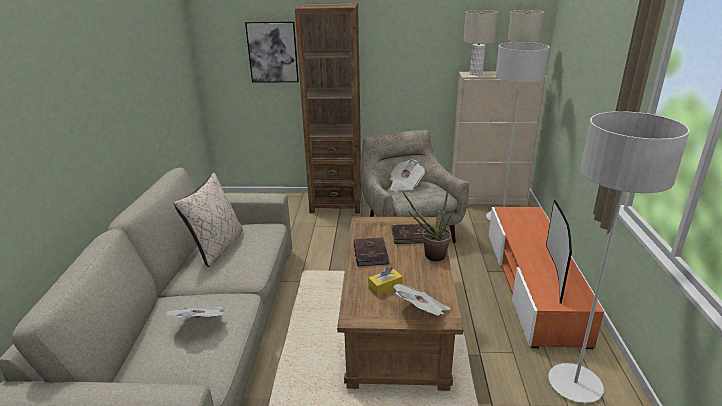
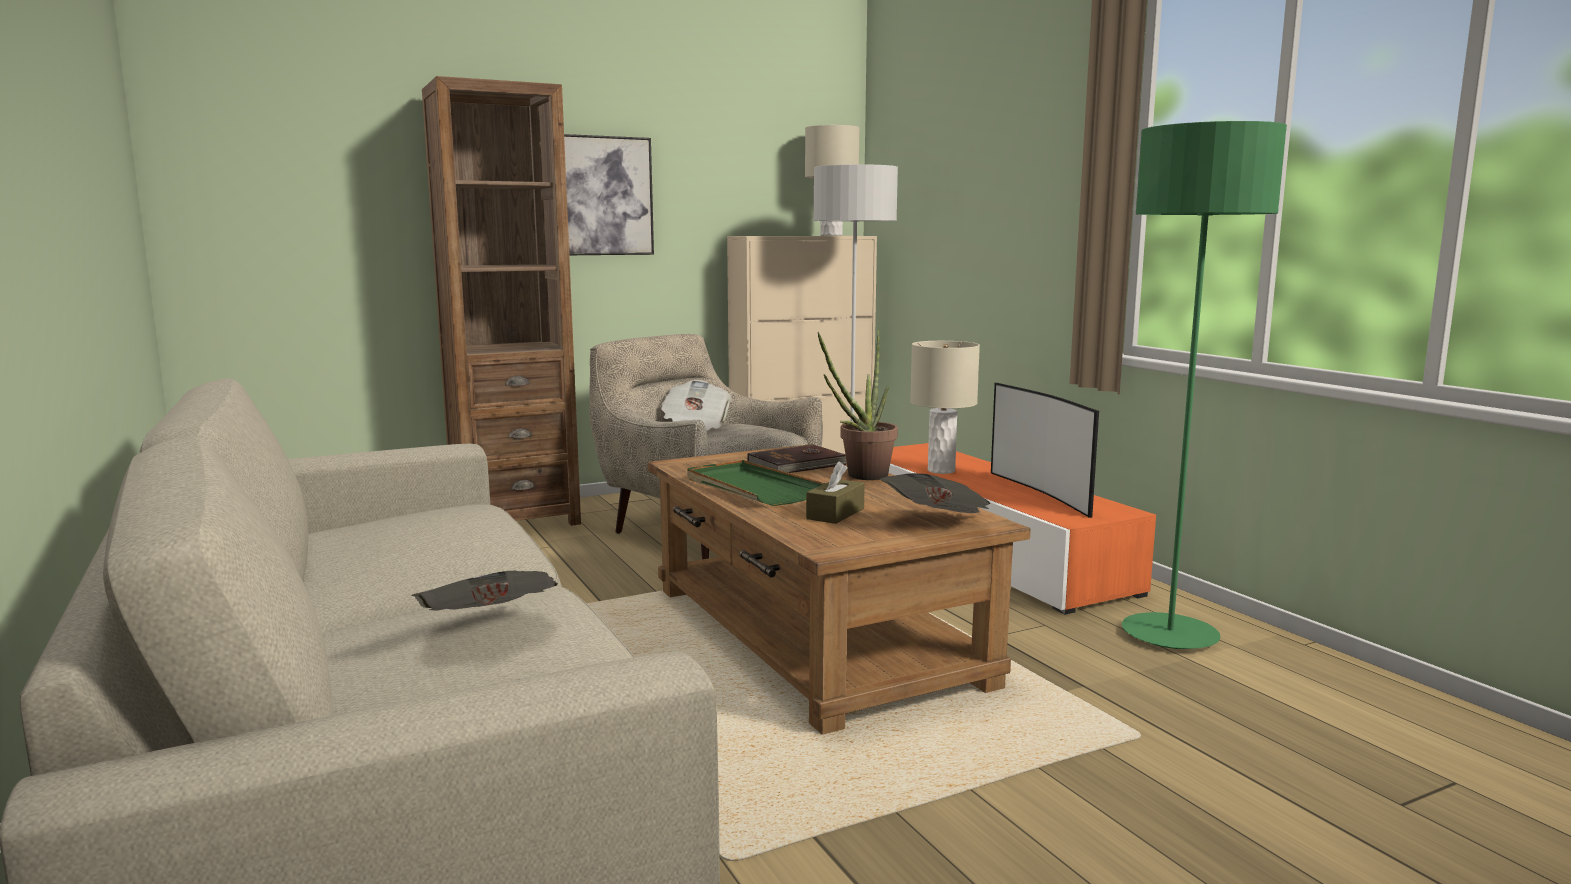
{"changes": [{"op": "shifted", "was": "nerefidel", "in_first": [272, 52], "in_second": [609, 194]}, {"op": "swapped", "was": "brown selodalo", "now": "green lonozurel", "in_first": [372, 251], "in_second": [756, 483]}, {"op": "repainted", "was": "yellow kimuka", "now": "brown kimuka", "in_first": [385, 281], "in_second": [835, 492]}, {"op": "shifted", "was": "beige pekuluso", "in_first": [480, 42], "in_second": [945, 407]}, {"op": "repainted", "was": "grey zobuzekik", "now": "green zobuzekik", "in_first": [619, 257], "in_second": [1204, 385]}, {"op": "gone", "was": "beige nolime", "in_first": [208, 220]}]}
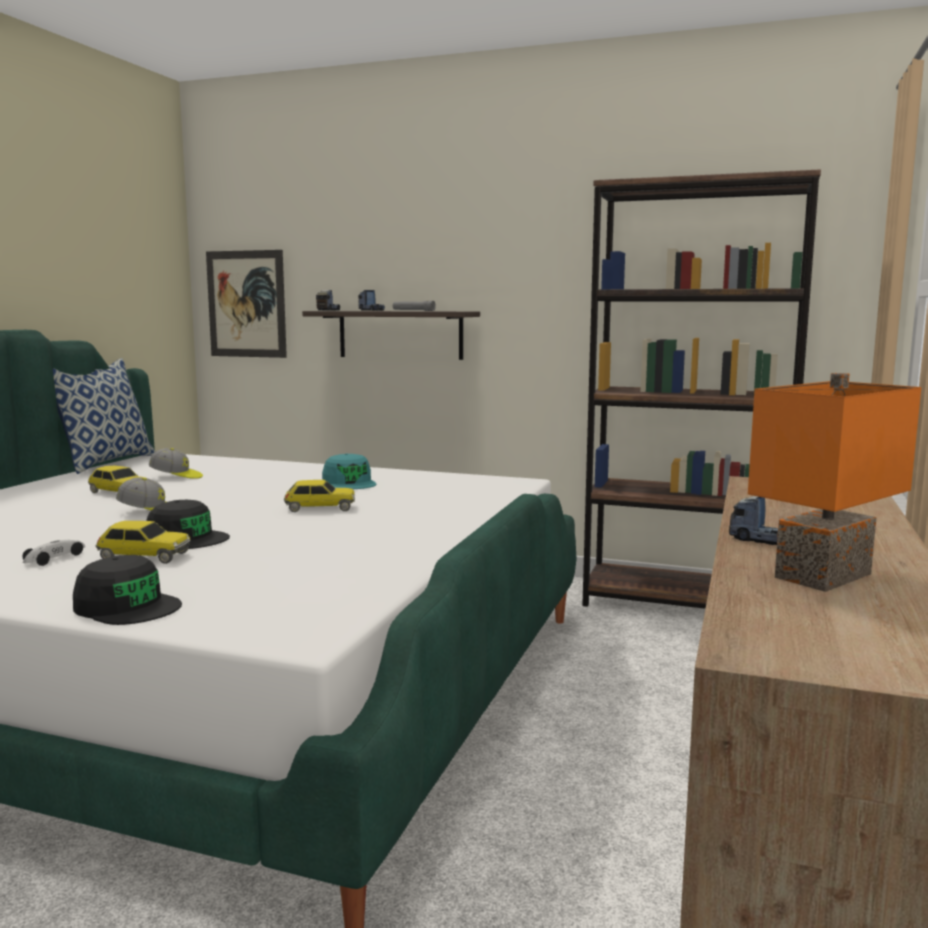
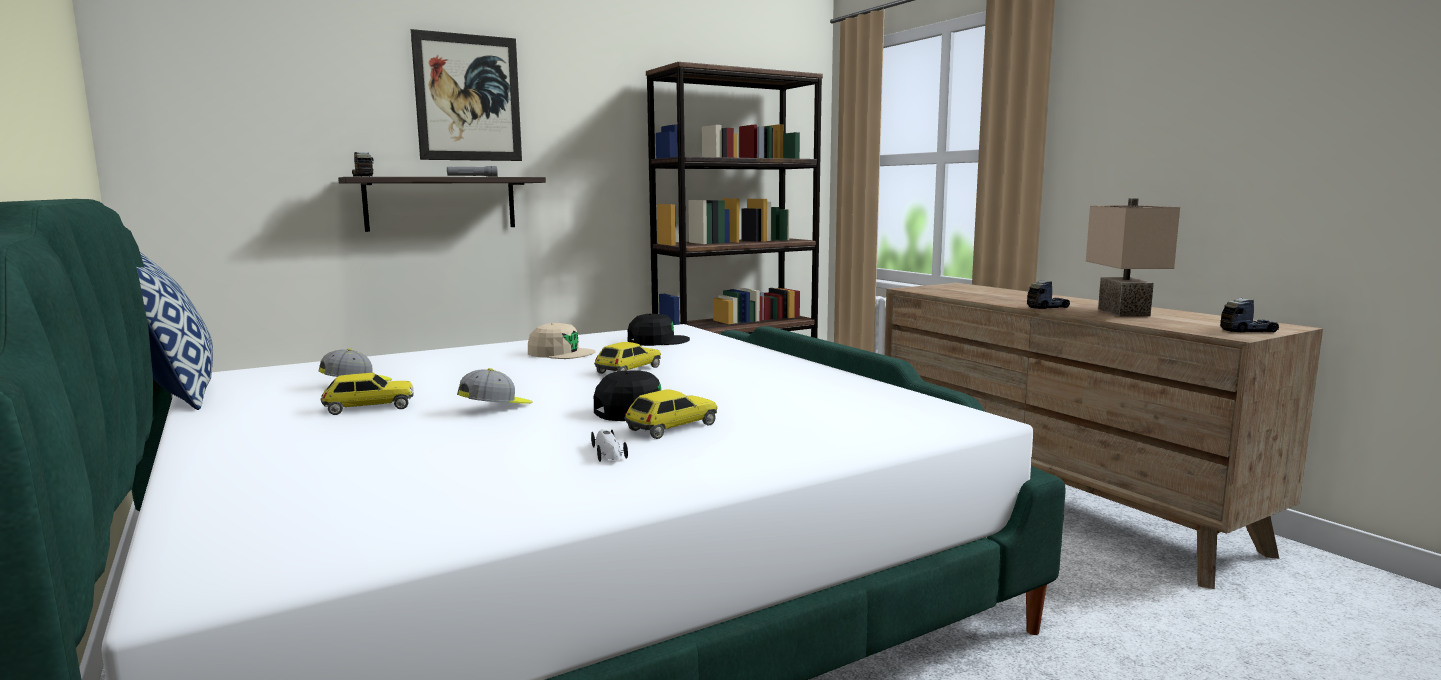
{"changes": [{"op": "shifted", "was": "nerefidel", "in_first": [246, 304], "in_second": [466, 95]}, {"op": "repainted", "was": "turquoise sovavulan", "now": "beige sovavulan", "in_first": [349, 471], "in_second": [562, 341]}, {"op": "shifted", "was": "black sovavulan", "in_first": [127, 590], "in_second": [658, 330]}, {"op": "repainted", "was": "orange pekuluso", "now": "beige pekuluso", "in_first": [834, 482], "in_second": [1133, 257]}, {"op": "shifted", "was": "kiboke", "in_first": [371, 300], "in_second": [1249, 315]}]}
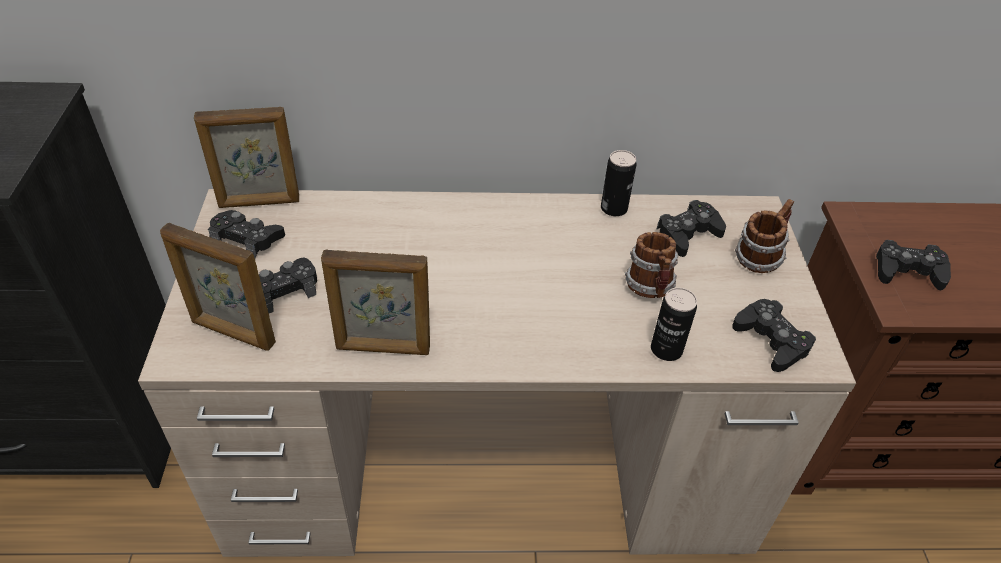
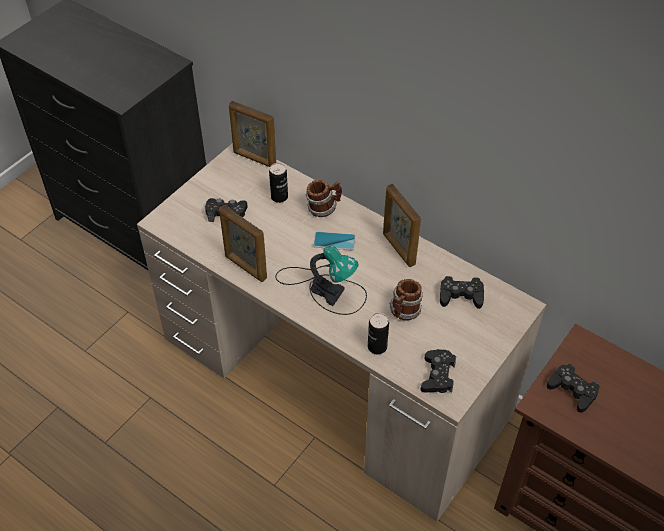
{"changes": [{"op": "shifted", "was": "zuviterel", "in_first": [619, 183], "in_second": [278, 183]}, {"op": "new", "now": "pekuluso", "in_second": [321, 280]}, {"op": "shifted", "was": "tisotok", "in_first": [764, 236], "in_second": [324, 198]}, {"op": "new", "now": "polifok", "in_second": [334, 240]}, {"op": "shifted", "was": "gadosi", "in_first": [218, 286], "in_second": [402, 225]}, {"op": "gone", "was": "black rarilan", "in_first": [246, 234]}]}
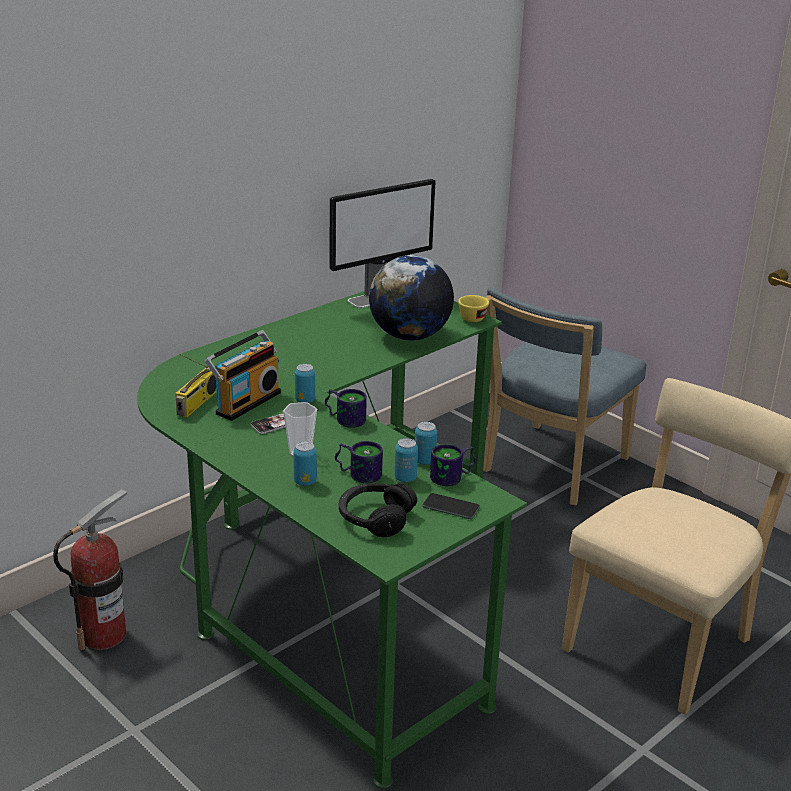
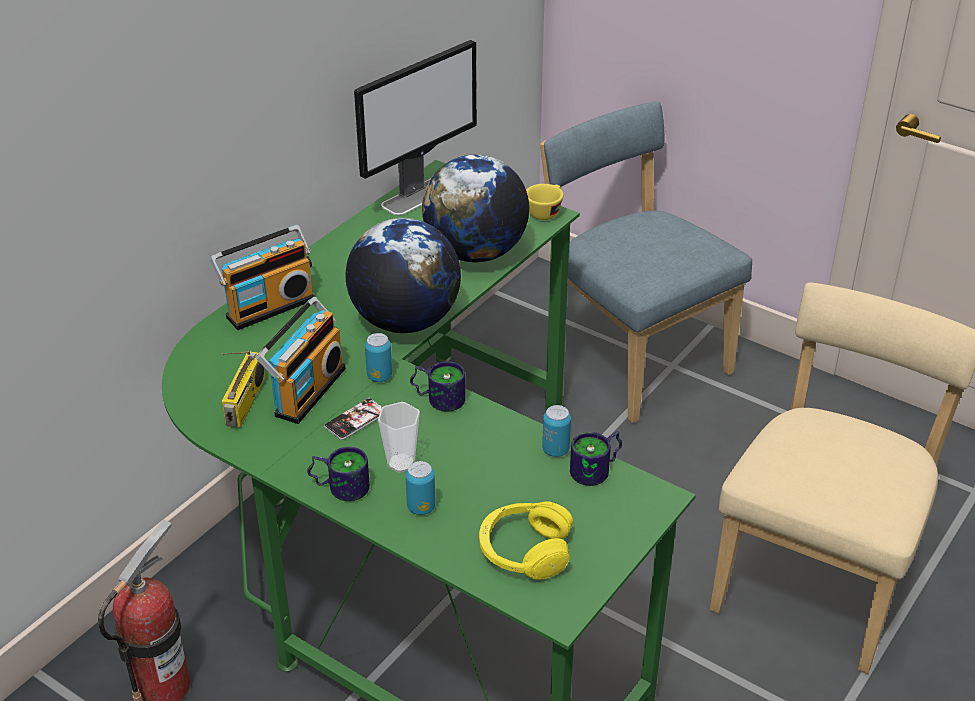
{"changes": [{"op": "new", "now": "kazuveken", "in_second": [262, 277]}, {"op": "shifted", "was": "tisotok", "in_first": [359, 462], "in_second": [338, 474]}, {"op": "new", "now": "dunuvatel", "in_second": [403, 275]}, {"op": "repainted", "was": "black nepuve", "now": "yellow nepuve", "in_first": [378, 510], "in_second": [526, 541]}, {"op": "rotated", "was": "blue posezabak", "in_first": [564, 396], "in_second": [646, 262], "clockwise": 120}, {"op": "gone", "was": "zuviterel", "in_first": [406, 460]}, {"op": "gone", "was": "polifok", "in_first": [451, 506]}]}
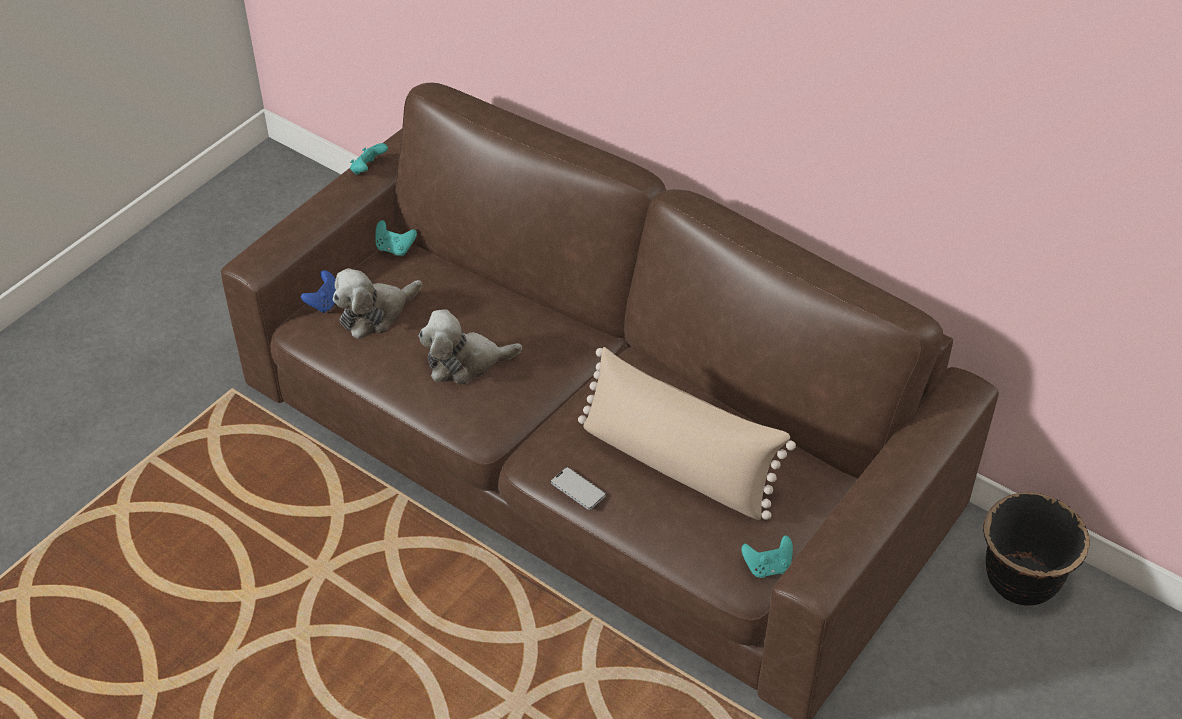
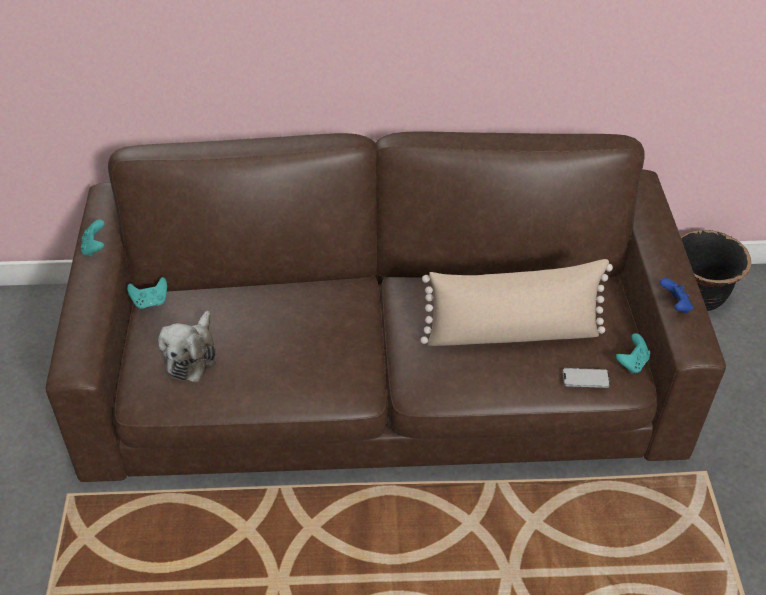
{"changes": [{"op": "shifted", "was": "polifok", "in_first": [578, 488], "in_second": [586, 378]}, {"op": "shifted", "was": "blue rarilan", "in_first": [318, 291], "in_second": [676, 295]}, {"op": "gone", "was": "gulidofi", "in_first": [470, 347]}]}
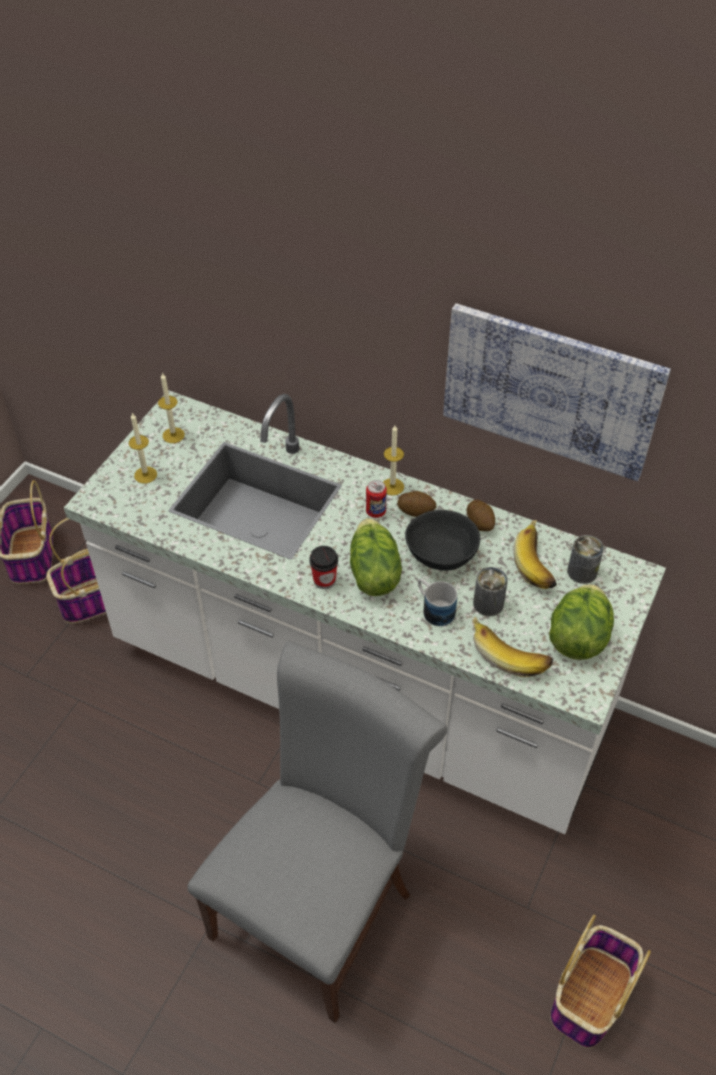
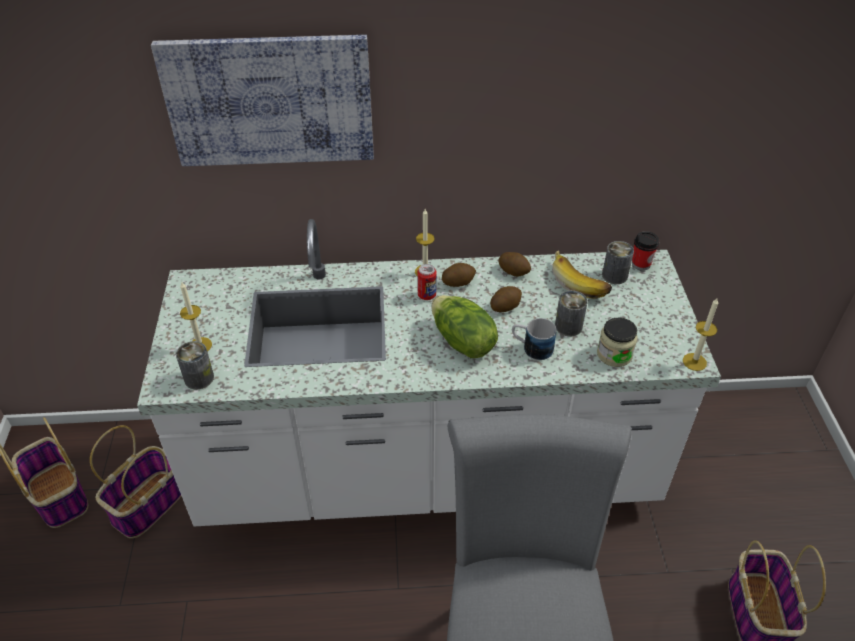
{"changes": [{"op": "shifted", "was": "nerefidel", "in_first": [557, 392], "in_second": [262, 100]}, {"op": "new", "now": "zuviterel", "in_second": [195, 365]}, {"op": "swapped", "was": "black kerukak", "now": "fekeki", "in_first": [442, 540], "in_second": [506, 299]}, {"op": "swapped", "was": "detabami", "now": "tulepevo", "in_first": [512, 646], "in_second": [617, 342]}, {"op": "shifted", "was": "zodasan", "in_first": [323, 567], "in_second": [645, 251]}, {"op": "shifted", "was": "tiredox", "in_first": [171, 407], "in_second": [700, 334]}, {"op": "gone", "was": "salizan", "in_first": [581, 622]}]}
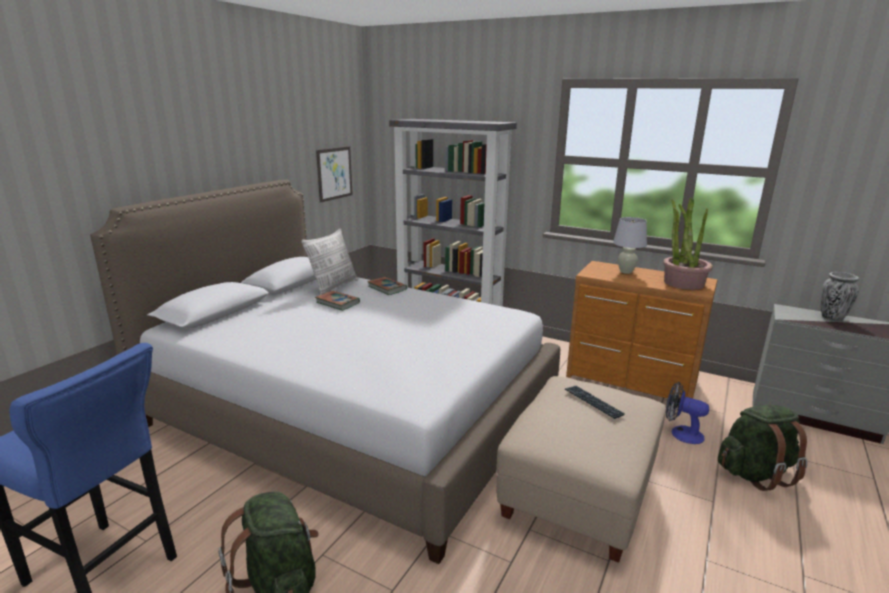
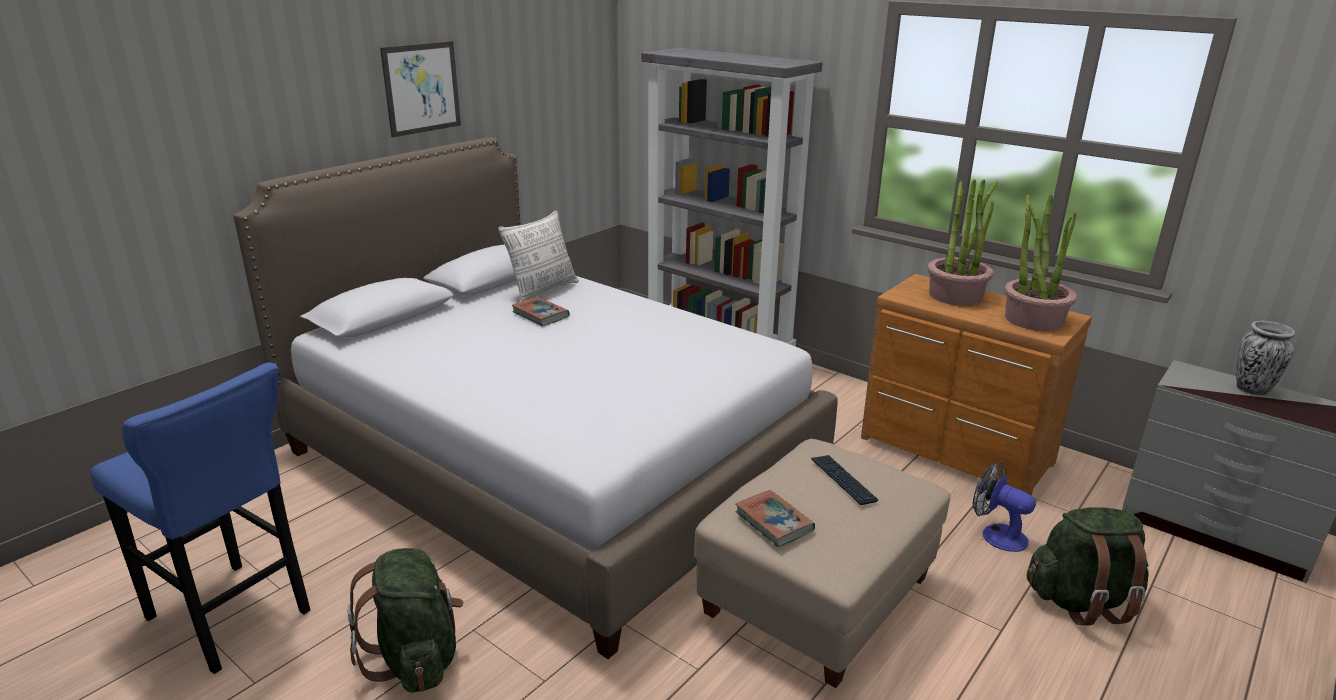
{"changes": [{"op": "shifted", "was": "nerefidel", "in_first": [334, 174], "in_second": [420, 89]}, {"op": "shifted", "was": "selodalo", "in_first": [387, 286], "in_second": [775, 518]}, {"op": "swapped", "was": "white pekuluso", "now": "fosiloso", "in_first": [630, 245], "in_second": [963, 242]}]}
